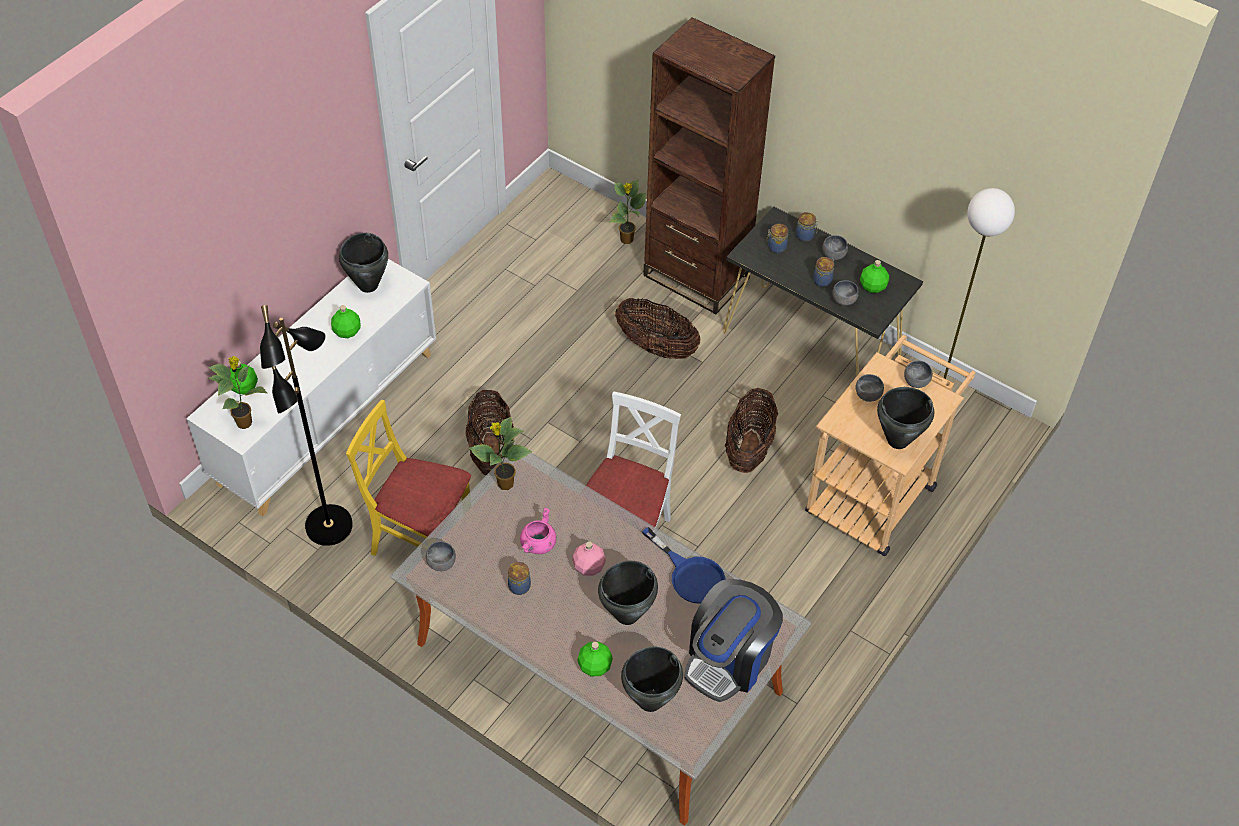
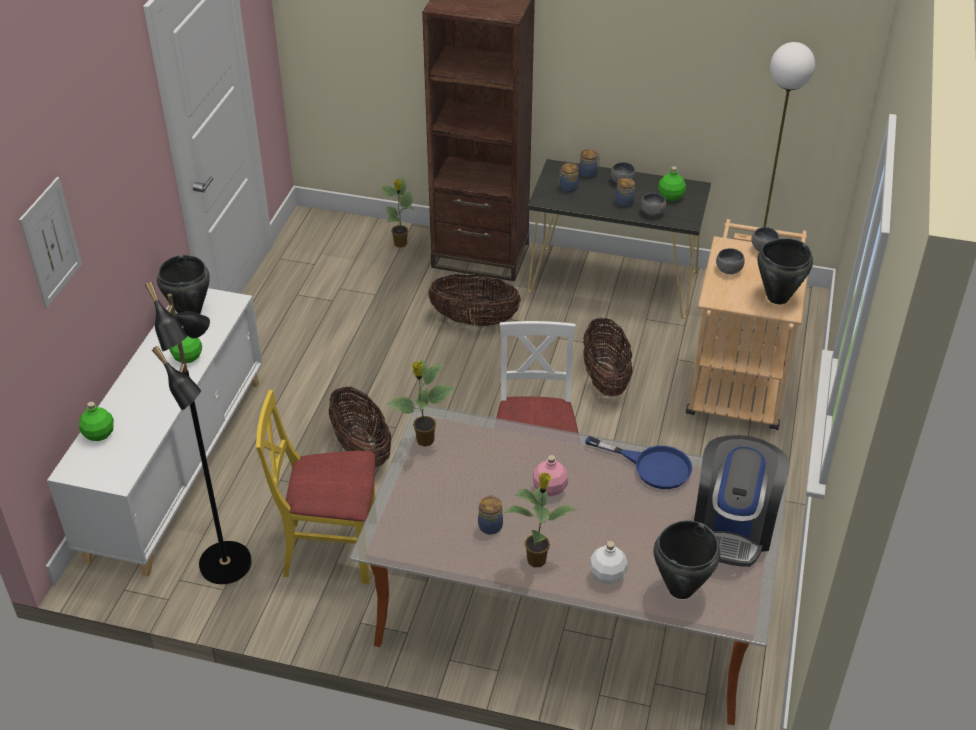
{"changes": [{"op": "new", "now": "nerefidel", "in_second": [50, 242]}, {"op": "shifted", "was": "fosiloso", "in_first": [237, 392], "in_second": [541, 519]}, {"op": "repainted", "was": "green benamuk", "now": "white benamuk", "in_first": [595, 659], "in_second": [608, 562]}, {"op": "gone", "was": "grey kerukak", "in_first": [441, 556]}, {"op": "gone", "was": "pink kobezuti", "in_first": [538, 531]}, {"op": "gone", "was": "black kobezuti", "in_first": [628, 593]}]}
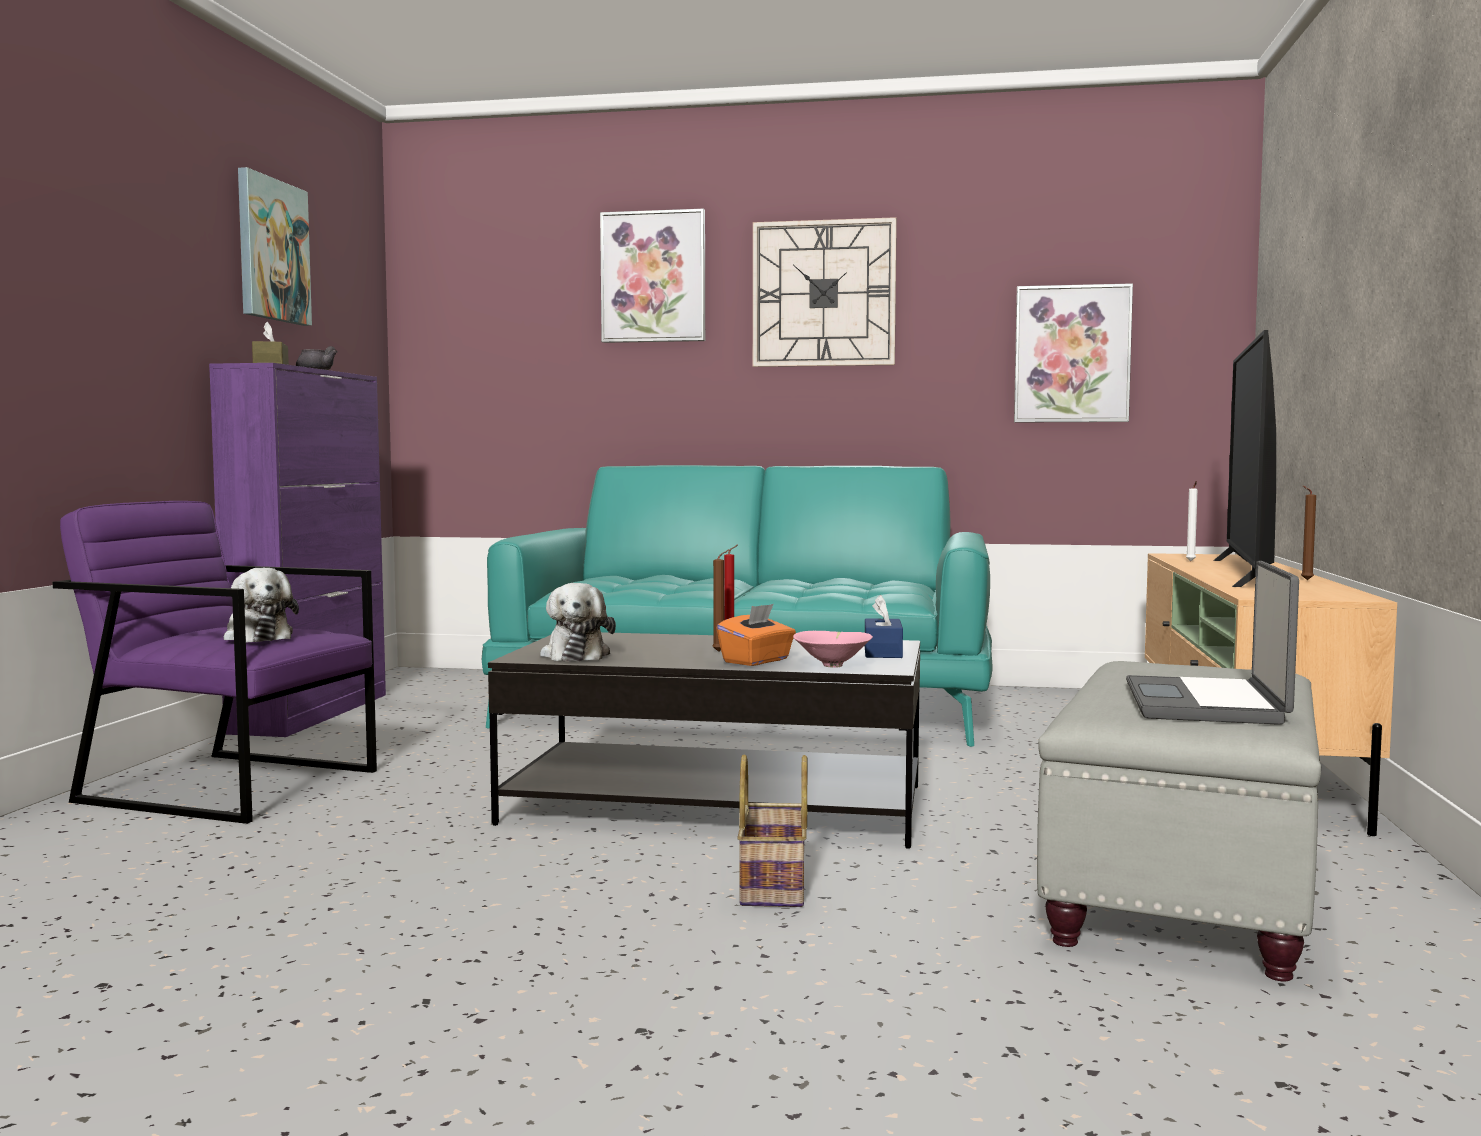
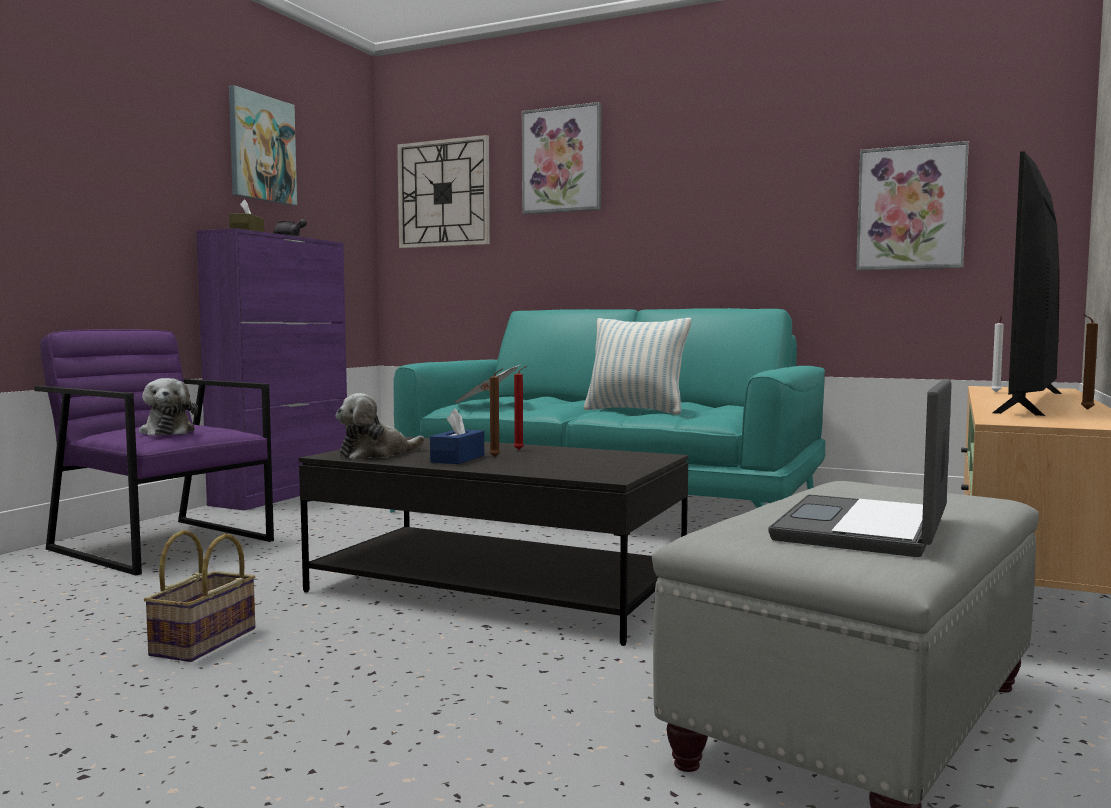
{"changes": [{"op": "shifted", "was": "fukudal", "in_first": [772, 830], "in_second": [199, 596]}, {"op": "rotated", "was": "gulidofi", "in_first": [578, 622], "in_second": [380, 426], "clockwise": 45}, {"op": "shifted", "was": "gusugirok", "in_first": [825, 292], "in_second": [443, 191]}, {"op": "shifted", "was": "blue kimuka", "in_first": [884, 626], "in_second": [457, 436]}, {"op": "new", "now": "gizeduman", "in_second": [487, 383]}, {"op": "new", "now": "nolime", "in_second": [637, 366]}, {"op": "gone", "was": "orange kimuka", "in_first": [756, 635]}, {"op": "gone", "was": "pink kerukak", "in_first": [833, 649]}]}
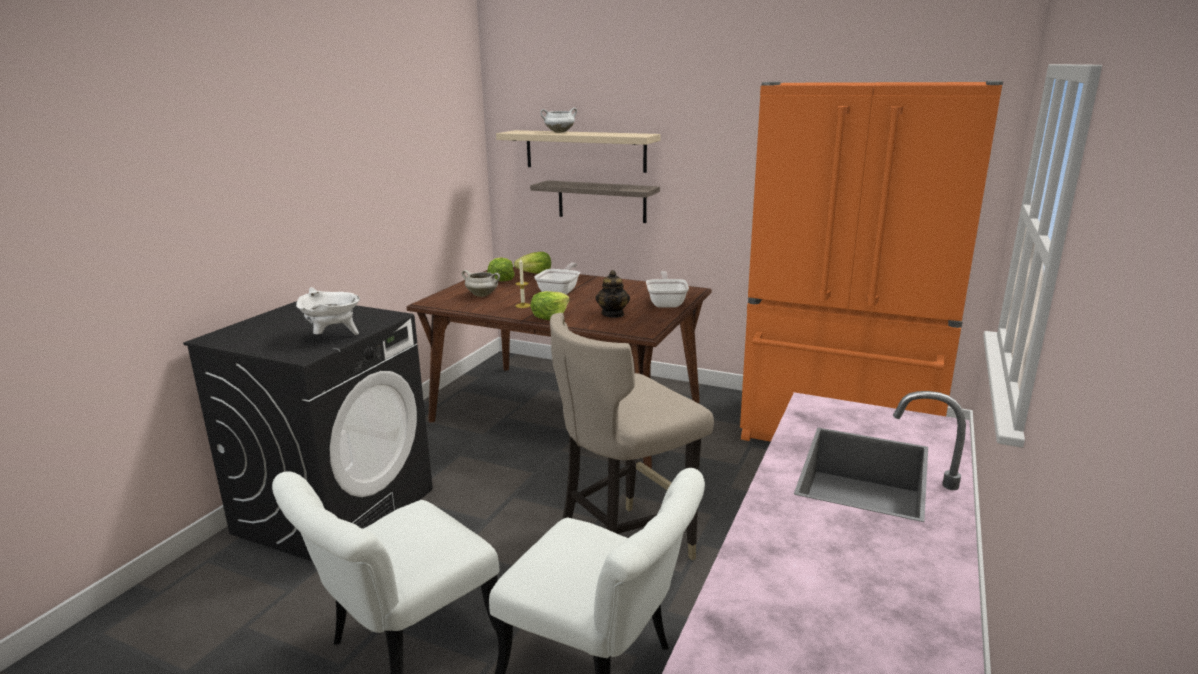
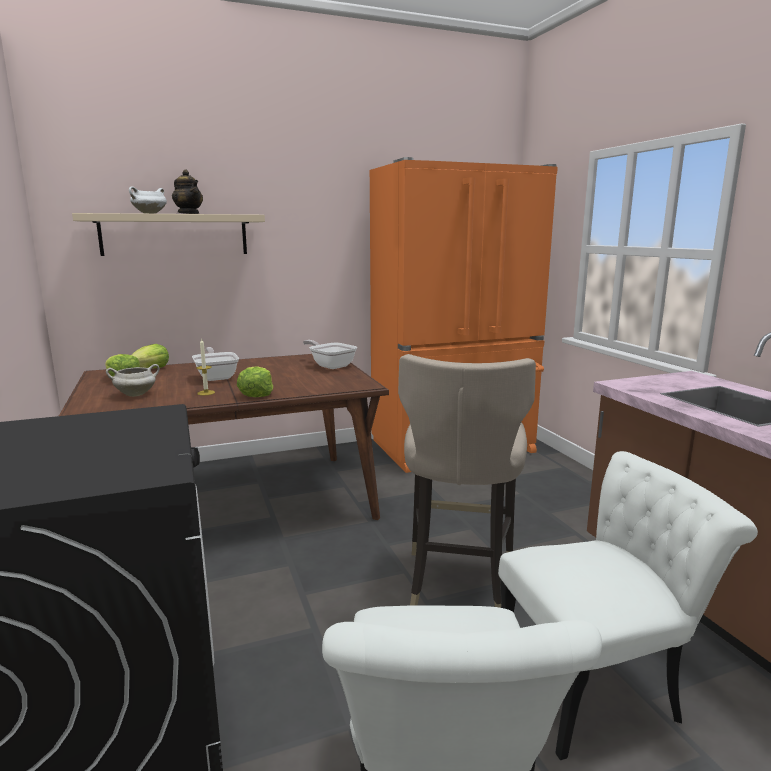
{"changes": [{"op": "shifted", "was": "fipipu", "in_first": [612, 294], "in_second": [187, 192]}, {"op": "gone", "was": "white kobezuti", "in_first": [328, 311]}, {"op": "gone", "was": "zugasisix", "in_first": [595, 201]}]}
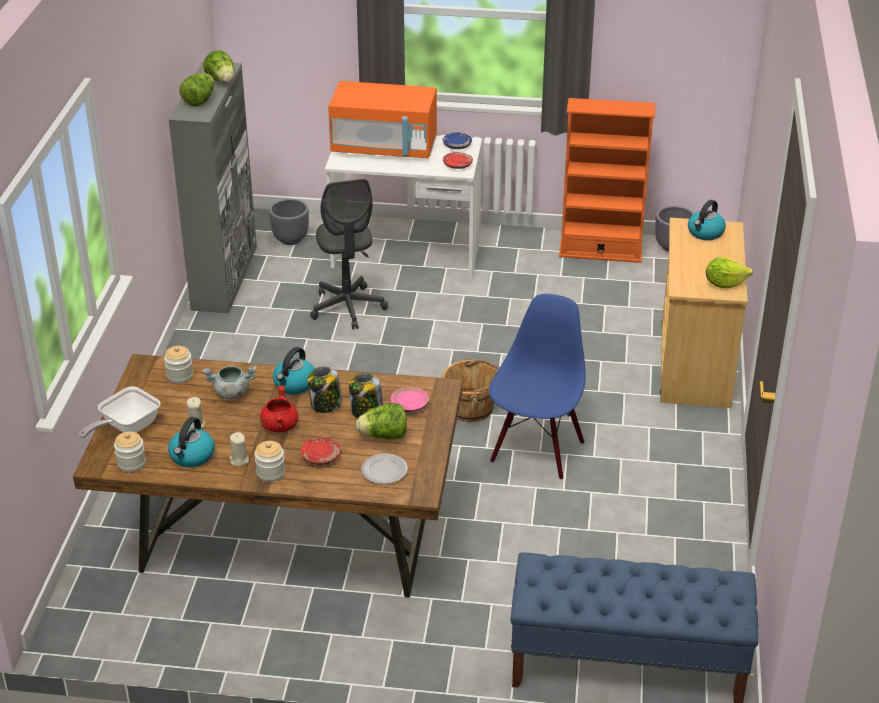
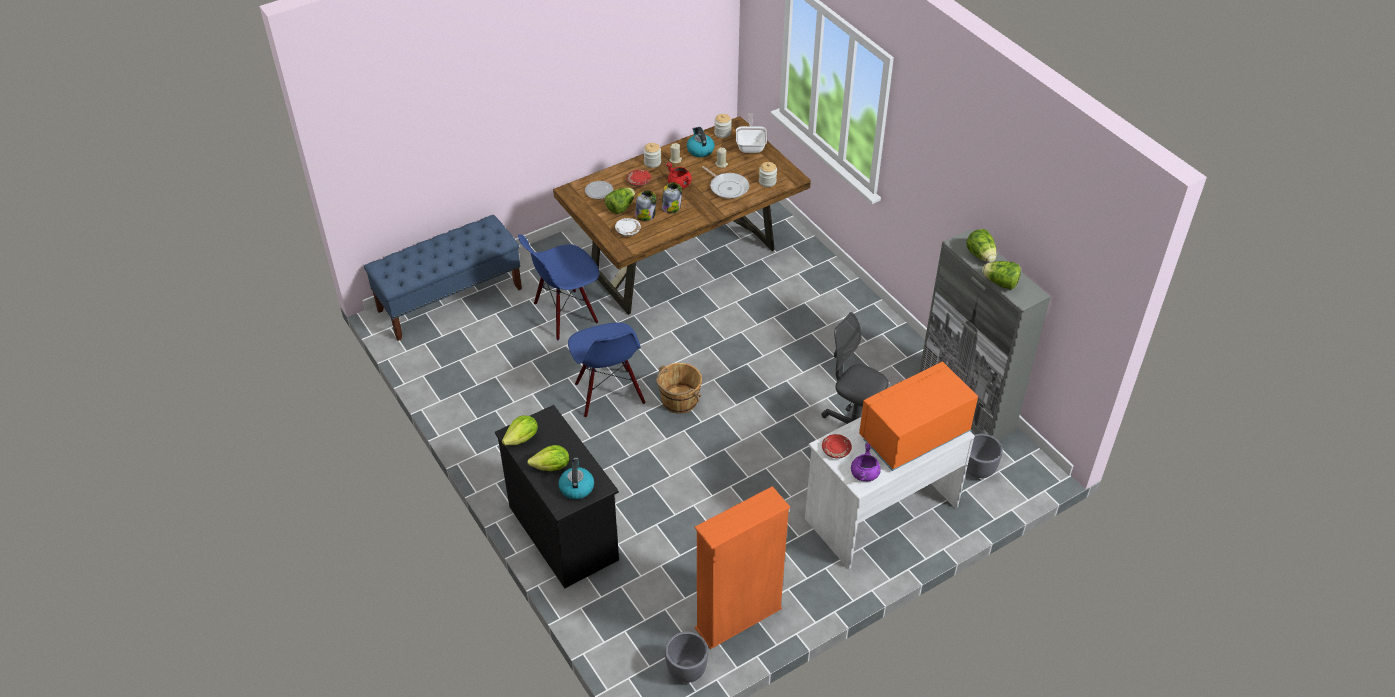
{"changes": [{"op": "repainted", "was": "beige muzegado", "now": "black muzegado", "in_first": [704, 313], "in_second": [557, 496]}, {"op": "new", "now": "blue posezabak", "in_second": [558, 287]}, {"op": "new", "now": "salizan", "in_second": [548, 458]}, {"op": "repainted", "was": "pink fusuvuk", "now": "white fusuvuk", "in_first": [410, 399], "in_second": [628, 227]}, {"op": "swapped", "was": "grey kobezuti", "now": "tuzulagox", "in_first": [229, 382], "in_second": [725, 182]}, {"op": "swapped", "was": "blue fusuvuk", "now": "purple kobezuti", "in_first": [457, 141], "in_second": [866, 462]}, {"op": "gone", "was": "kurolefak", "in_first": [294, 370]}]}
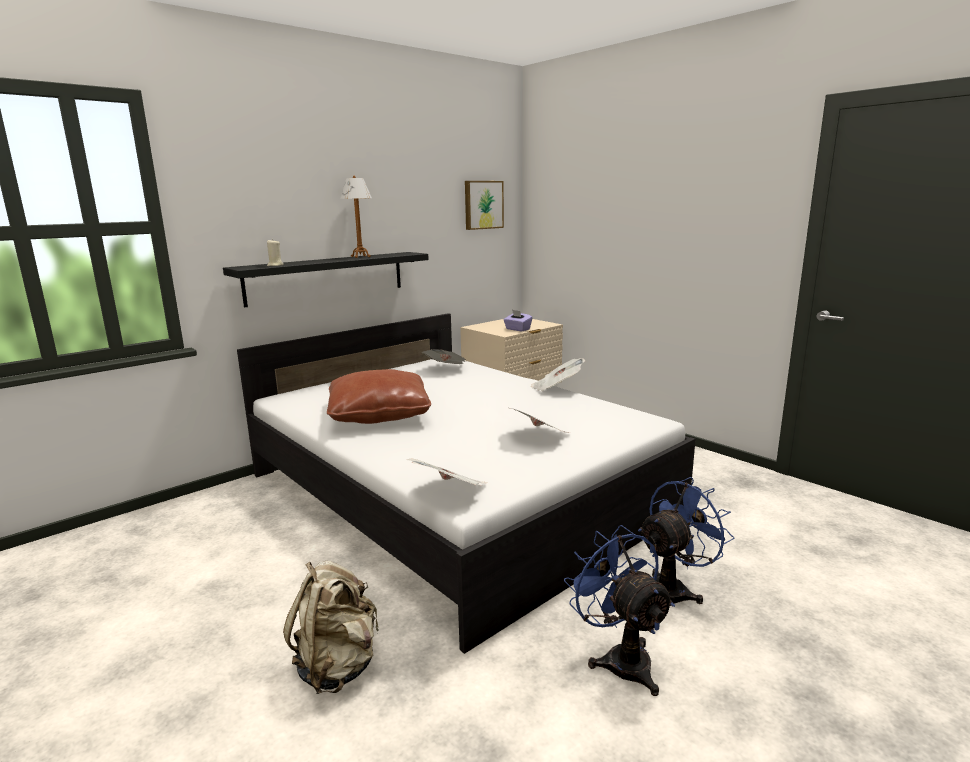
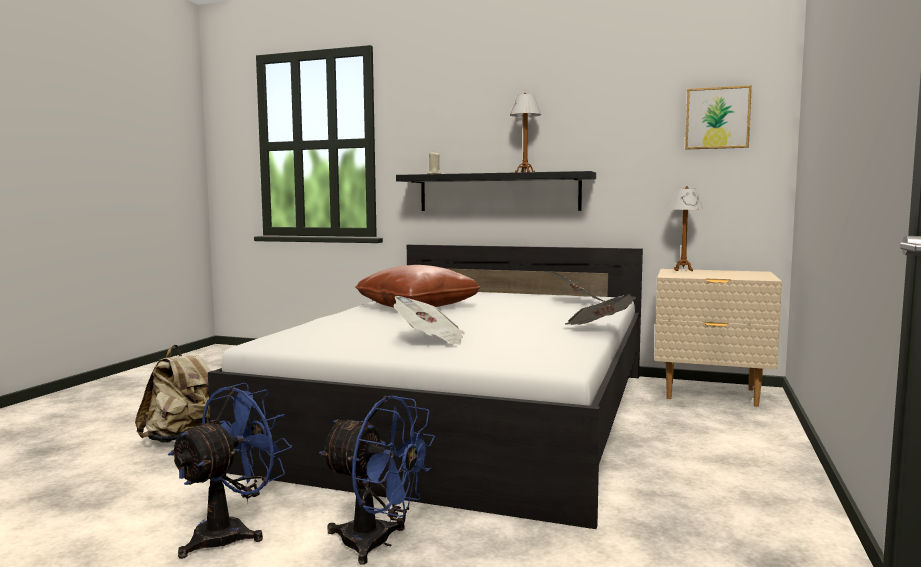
{"changes": [{"op": "new", "now": "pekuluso", "in_second": [685, 228]}, {"op": "gone", "was": "gizeduman", "in_first": [447, 472]}, {"op": "gone", "was": "purple kimuka", "in_first": [518, 320]}]}
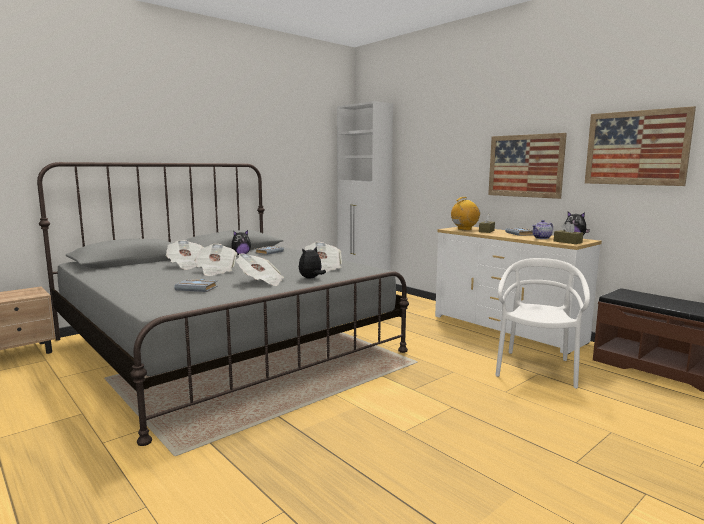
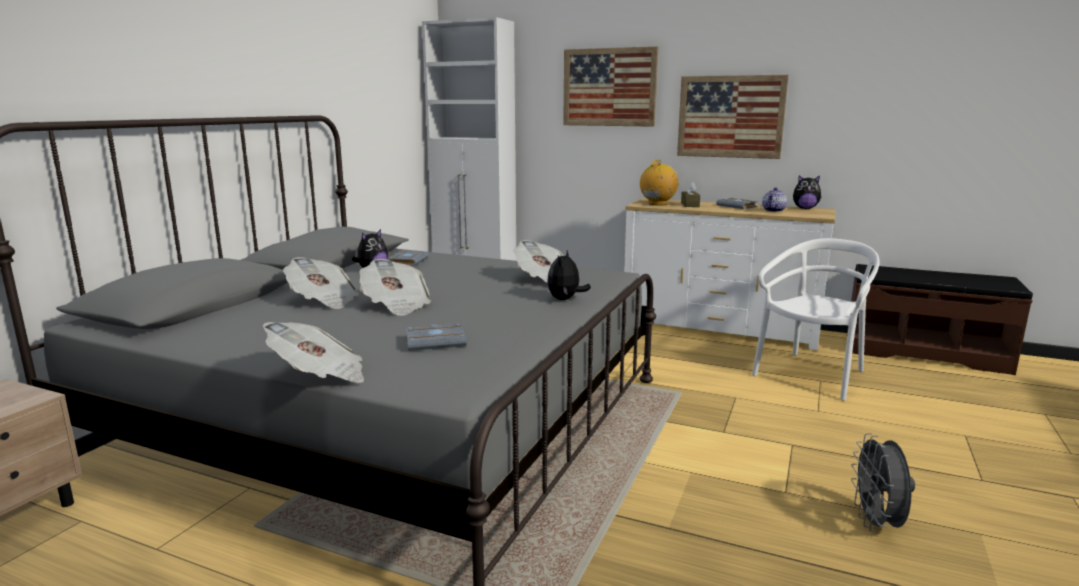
{"changes": [{"op": "shifted", "was": "gizeduman", "in_first": [260, 269], "in_second": [313, 352]}, {"op": "shifted", "was": "nerefidel", "in_first": [640, 146], "in_second": [610, 86]}, {"op": "rotated", "was": "white posezabak", "in_first": [542, 323], "in_second": [816, 319], "clockwise": 45}, {"op": "new", "now": "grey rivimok", "in_second": [883, 482]}, {"op": "gone", "was": "brown kimuka", "in_first": [568, 233]}]}
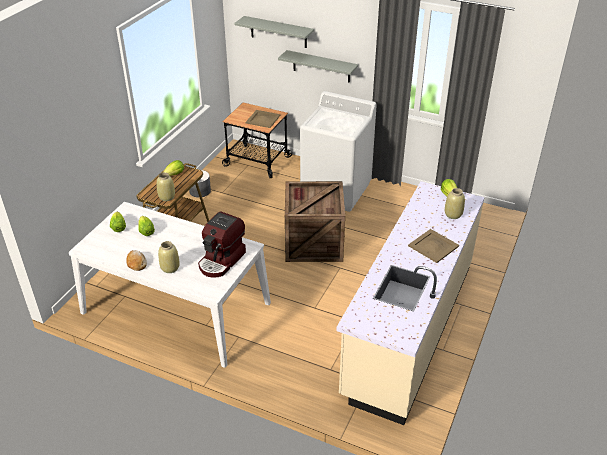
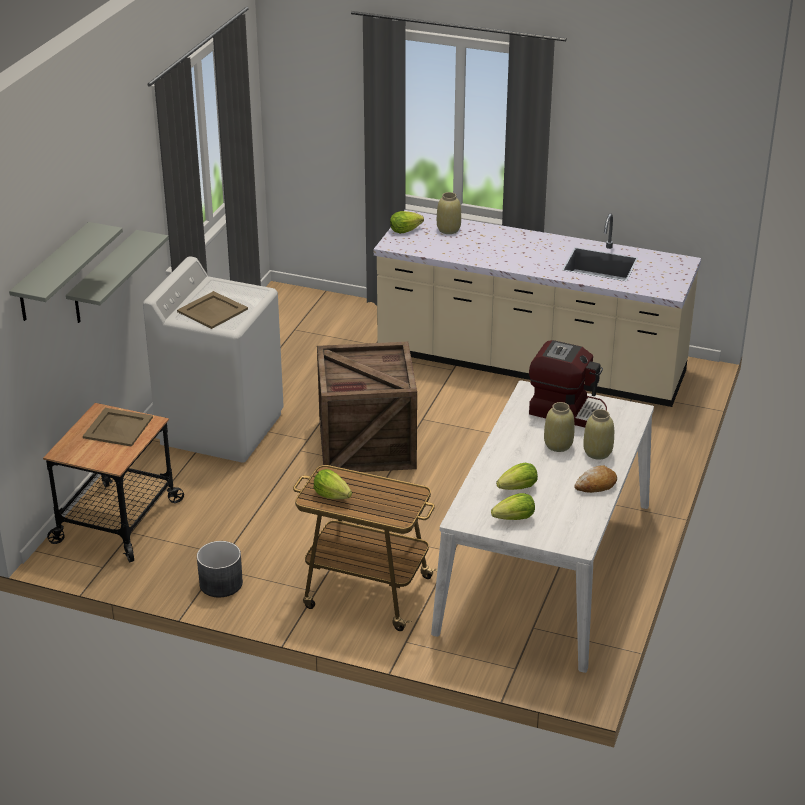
{"changes": [{"op": "shifted", "was": "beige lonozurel", "in_first": [433, 246], "in_second": [212, 310]}, {"op": "shifted", "was": "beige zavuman", "in_first": [166, 186], "in_second": [559, 427]}]}
